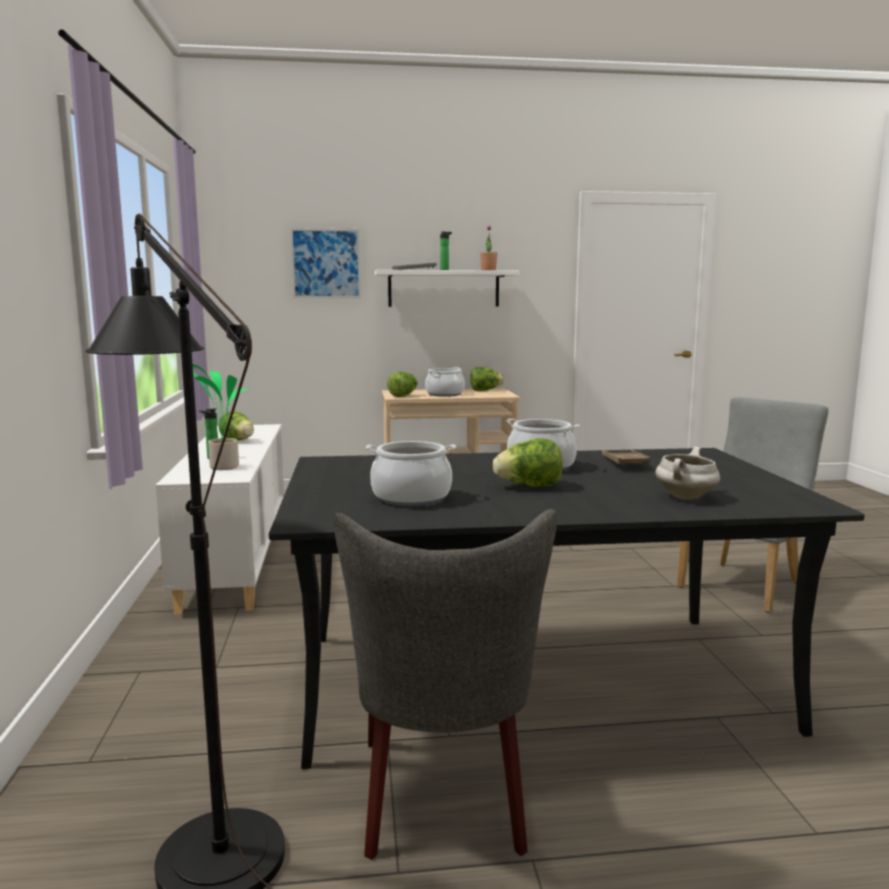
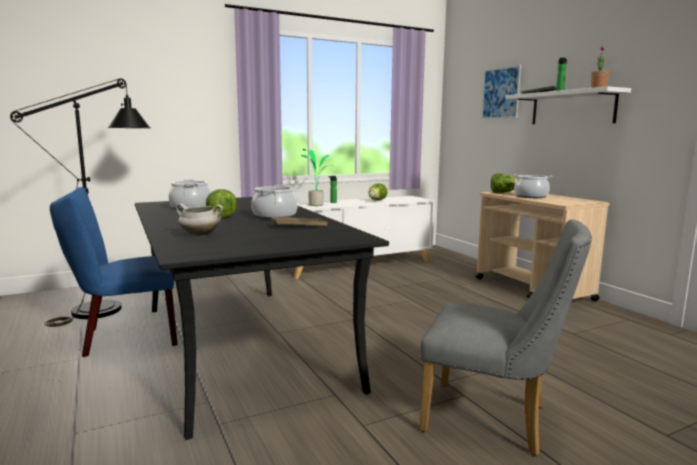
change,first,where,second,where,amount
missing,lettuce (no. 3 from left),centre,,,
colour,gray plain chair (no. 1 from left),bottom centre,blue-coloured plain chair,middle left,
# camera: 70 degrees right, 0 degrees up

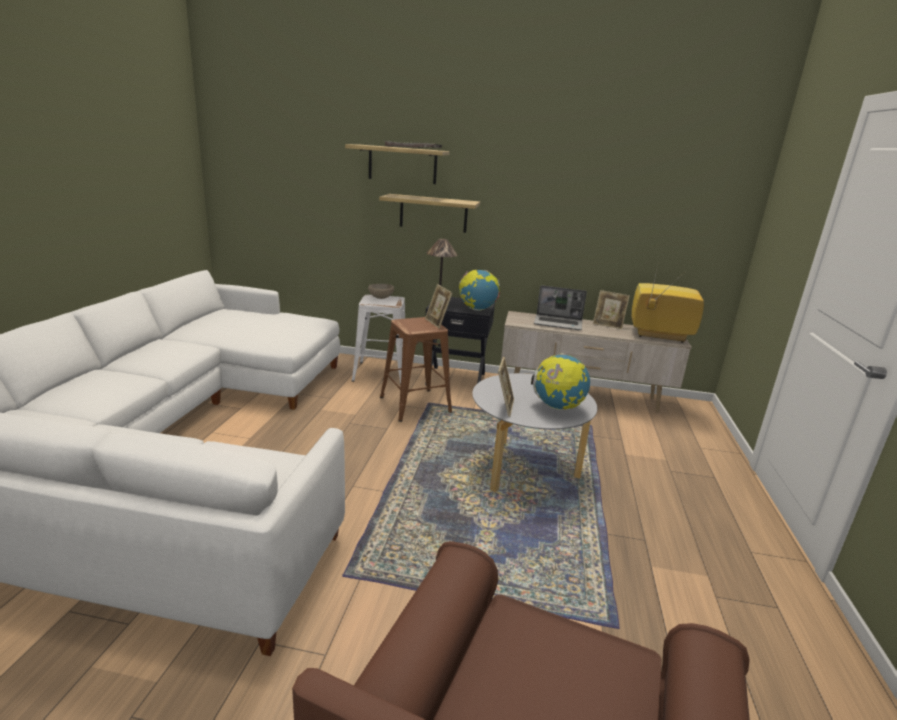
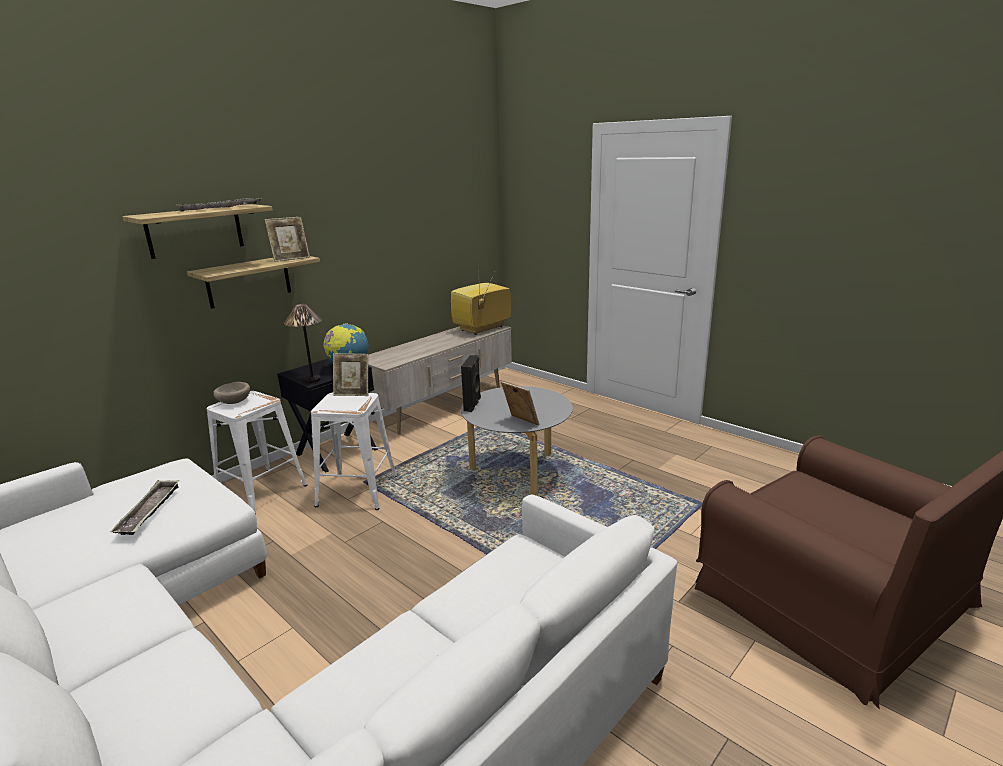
change,first,where,second,where,amount
missing,portable computer,centre,,,
relocated,picture frame (no. 3 from left in the first image),middle right,picture frame (no. 1 from left),top left,
colour,brown sitting stool,centre,whitish sitting stool (no. 2 from left),centre,
missing,globe (no. 2 from left),centre,,,
appeared,,,black loudspeaker,centre,
appeared,,,tray (no. 1 from left),middle left,
# camera: 55 degrees left, 0 degrees up

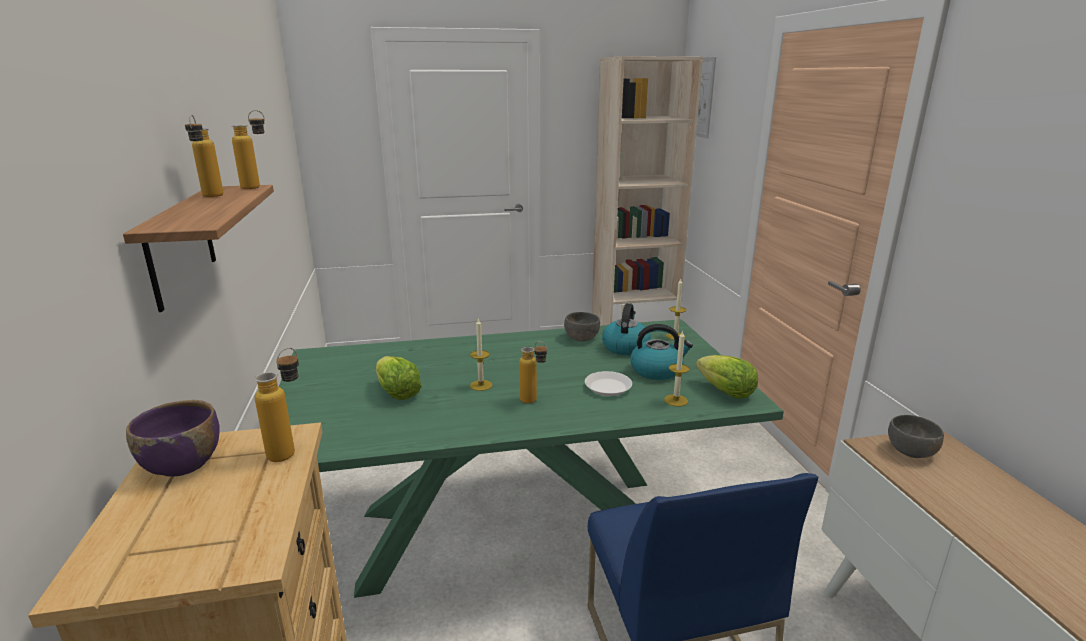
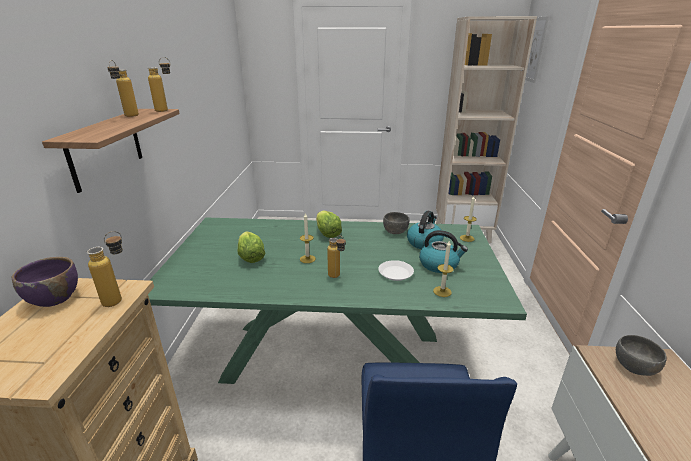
change,first,where,second,where,amount
relocated,lettuce (no. 2 from left),middle right,,centre,
# camera: 15 degrees right, 5 degrees up

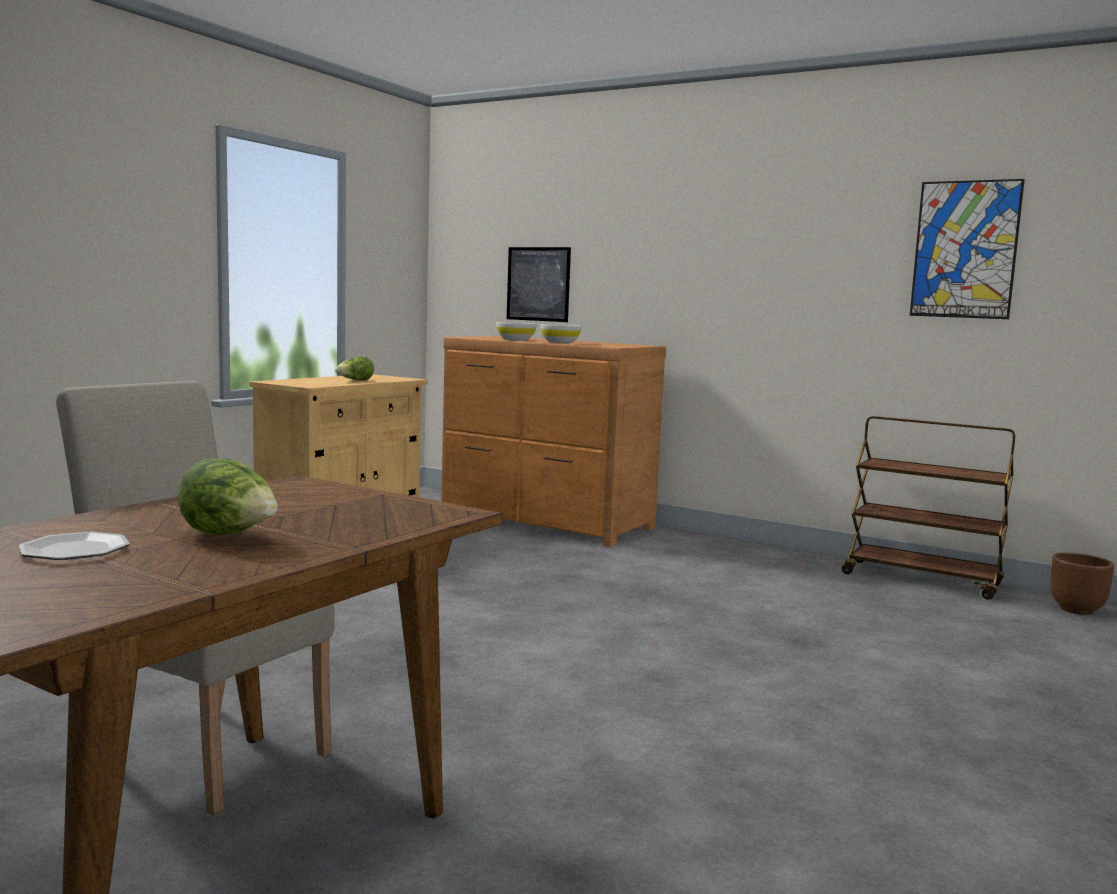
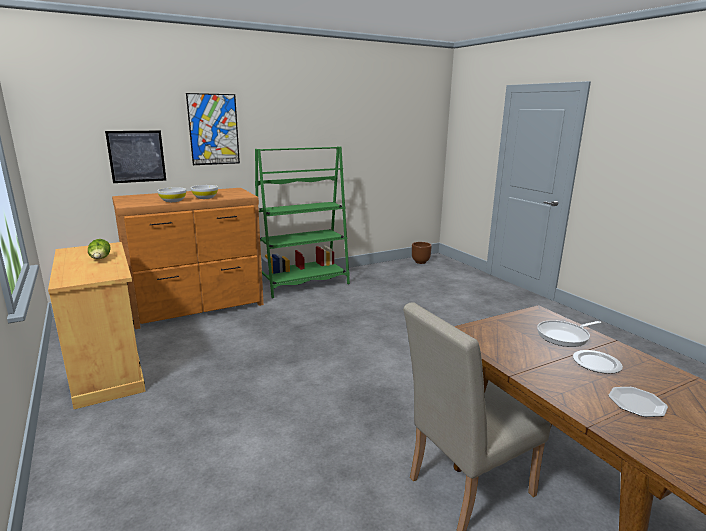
change,first,where,second,where,amount
relocated,picture (no. 2 from left),top right,,top left,
missing,brown cart,middle right,,,
exchanged,lettuce (no. 1 from left),middle left,flat dish (no. 1 from left),bottom right,
appeared,,,green bookshelf,centre,
appeared,,,pan,middle right,
# camera: 60 degrees left, 10 degrees up

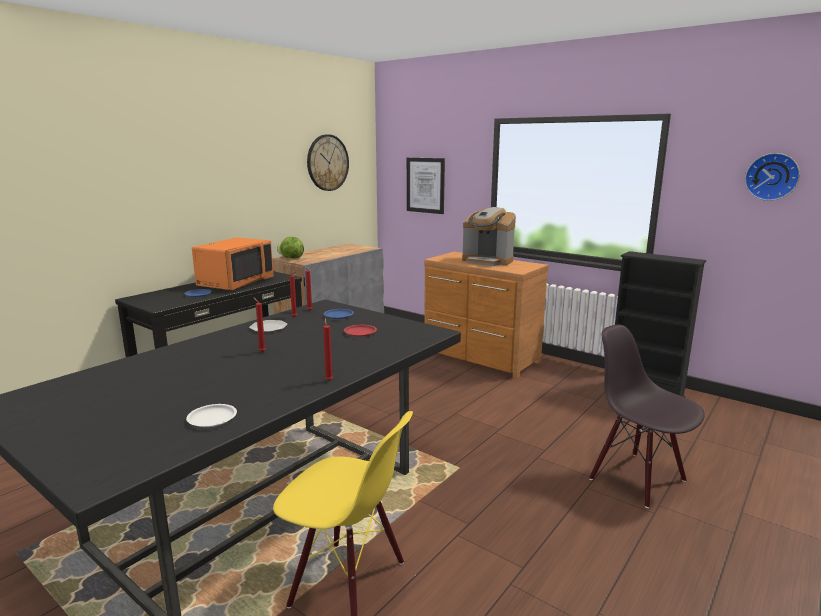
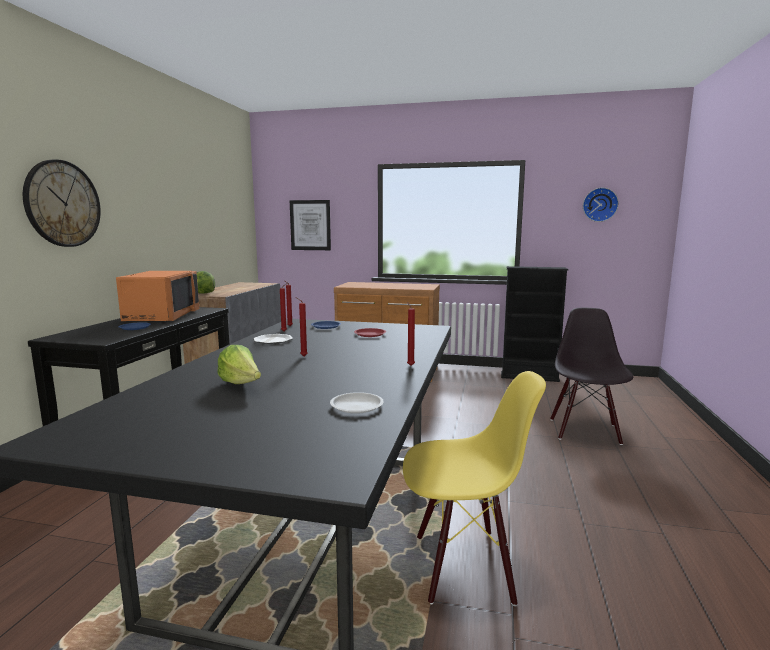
change,first,where,second,where,amount
relocated,hanging clock (no. 1 from left),top centre,,top left,
missing,coffee brewer,centre,,,
spun,black plain chair,bottom right,,middle right,75 degrees clockwise
appeared,,,lettuce (no. 2 from left),middle left,
# camera: 25 degrees left, 5 degrees down

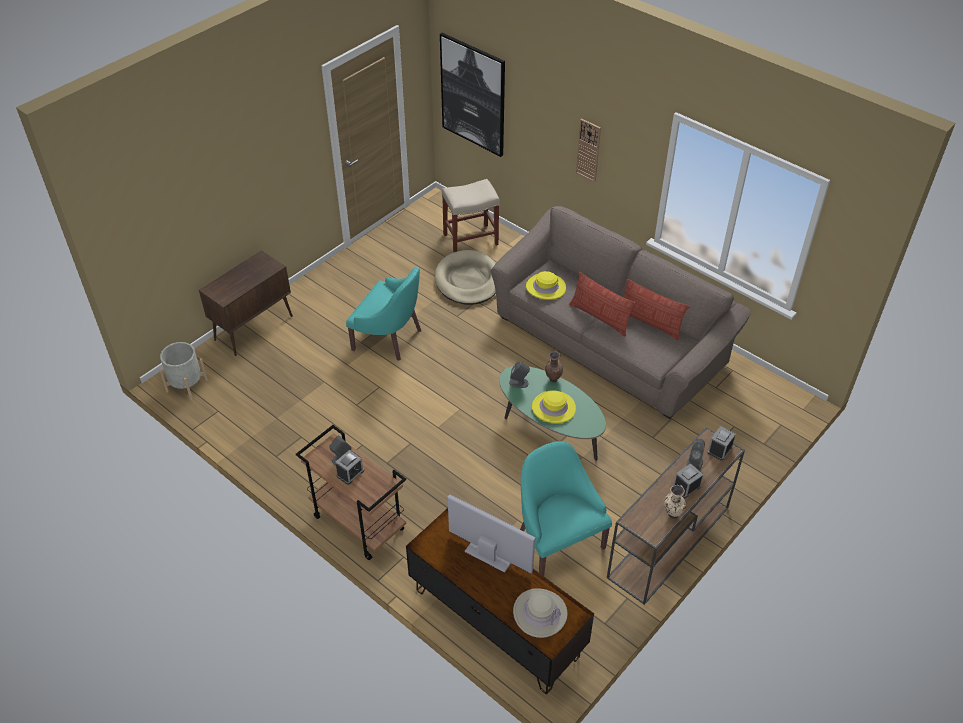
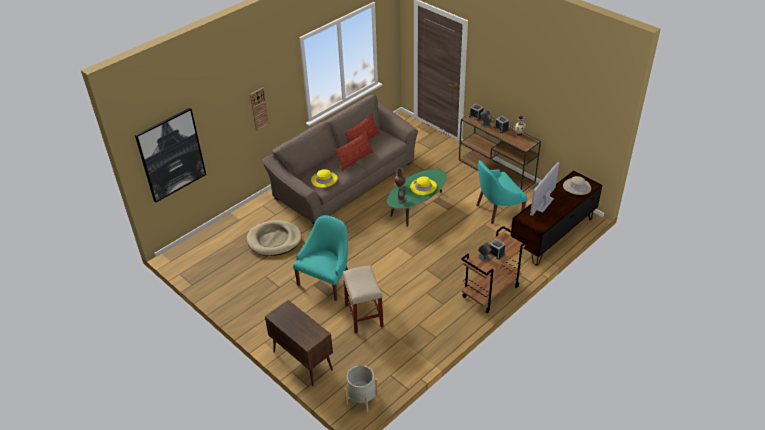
change,first,where,second,where,amount
relocated,sand-coloured sitting stool,top centre,,bottom centre,
# camera: 85 degrees left, 5 degrees down

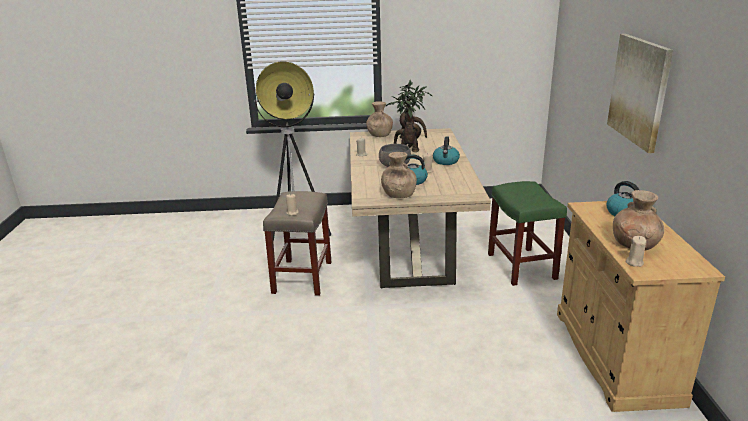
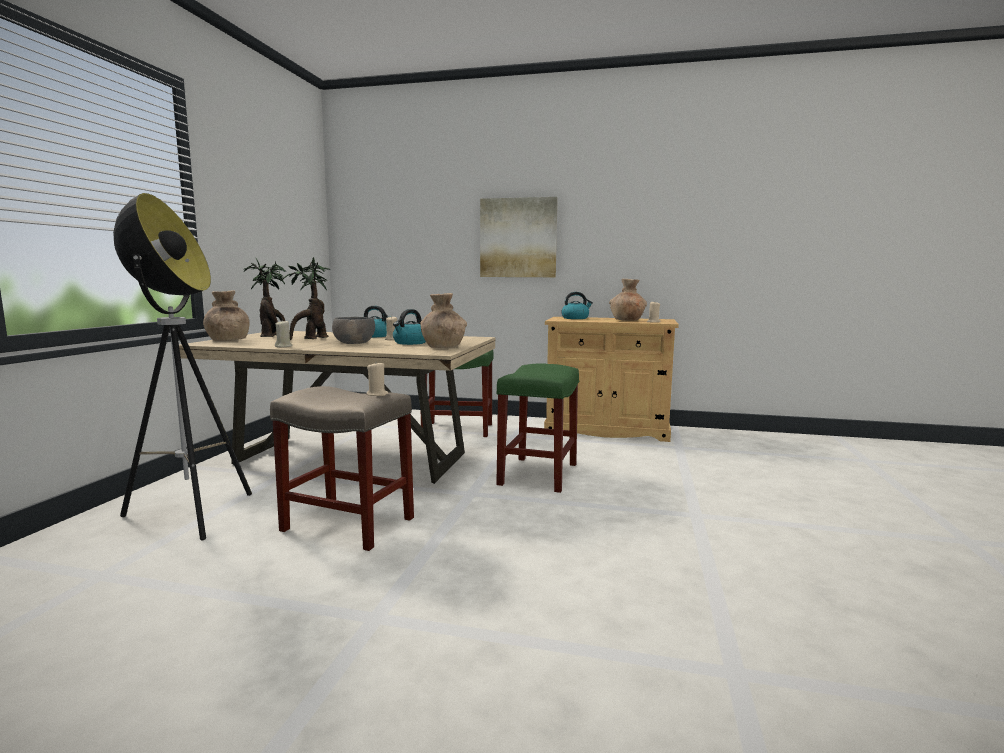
change,first,where,second,where,amount
appeared,,,green sitting stool (no. 2 from left),centre,
# camera: 75 degrees left, 15 degrees down

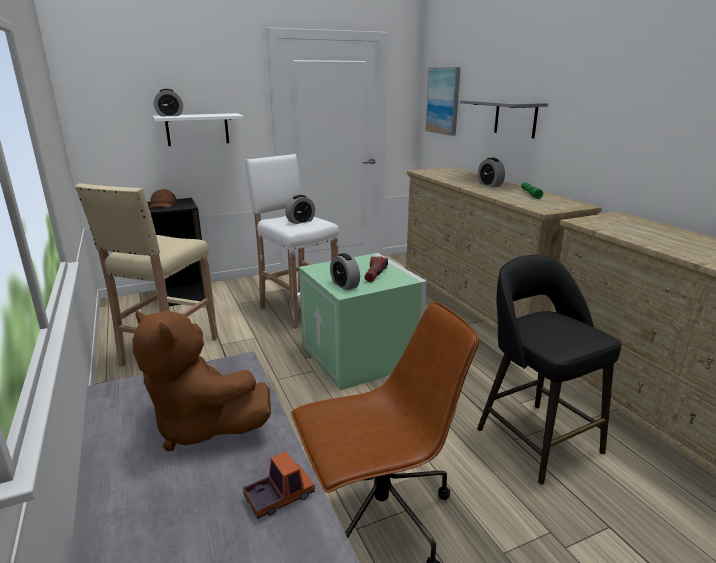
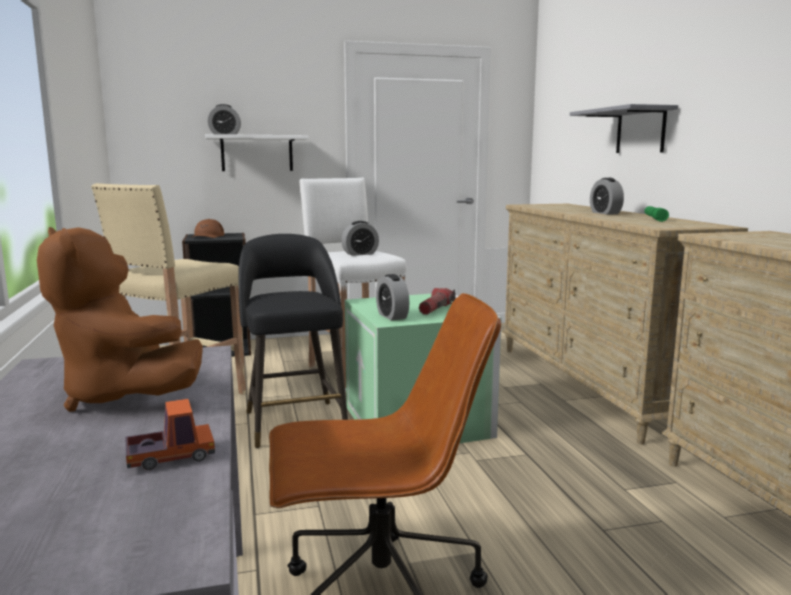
change,first,where,second,where,amount
missing,picture,top centre,,,
relocated,black sitting stool,middle right,,centre,
# camera: 10 degrees right, 10 degrees down

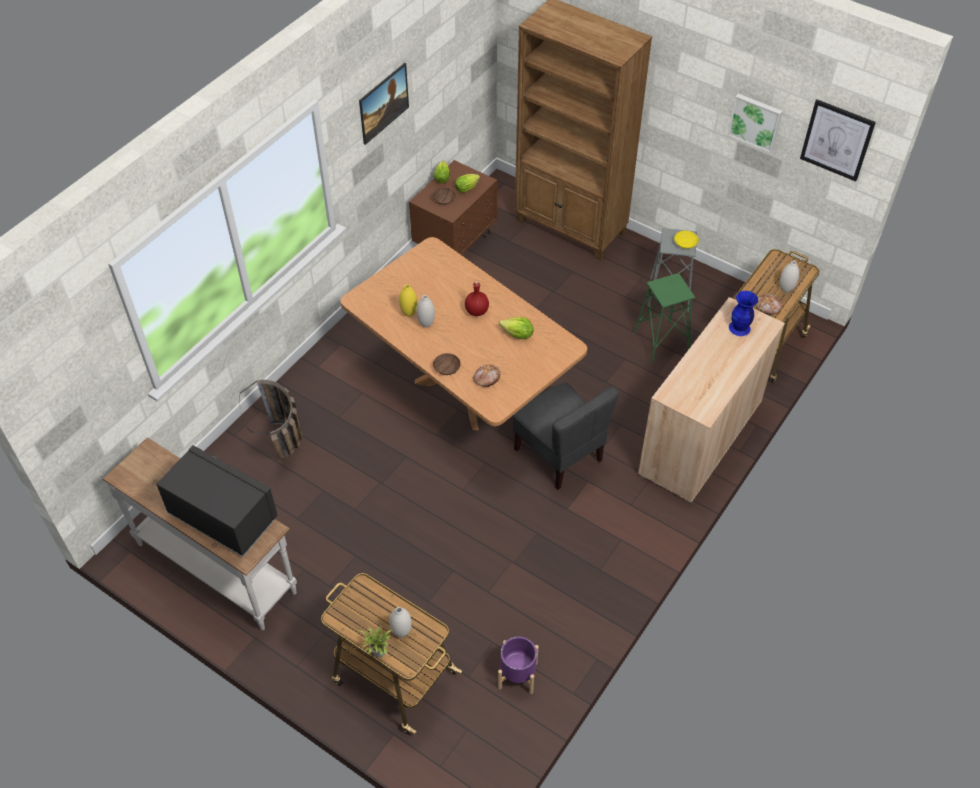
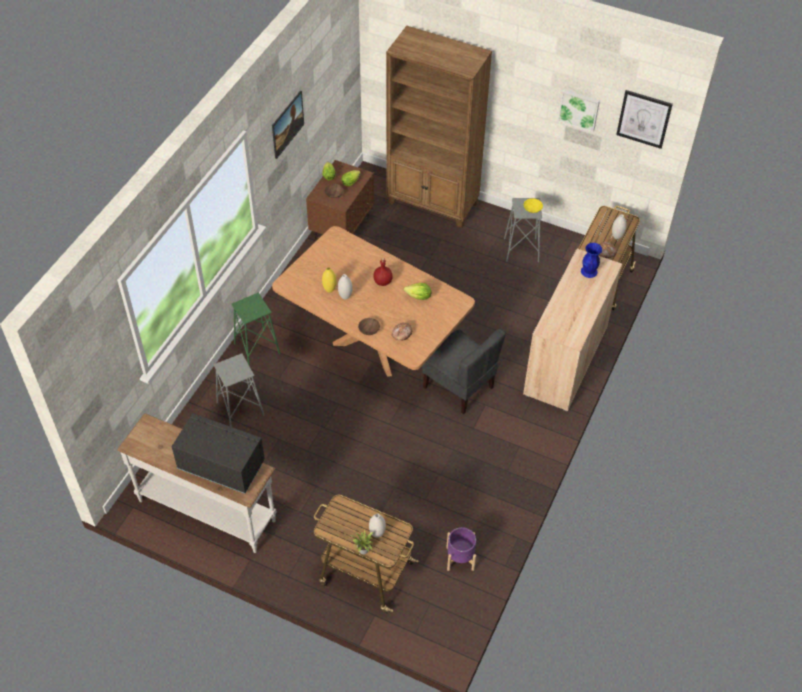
change,first,where,second,where,amount
relocated,green sitting stool,middle right,,middle left,
exchanged,household basket,middle left,gray sitting stool (no. 1 from left),middle left,
# camera: 10 degrees left, 0 degrees up

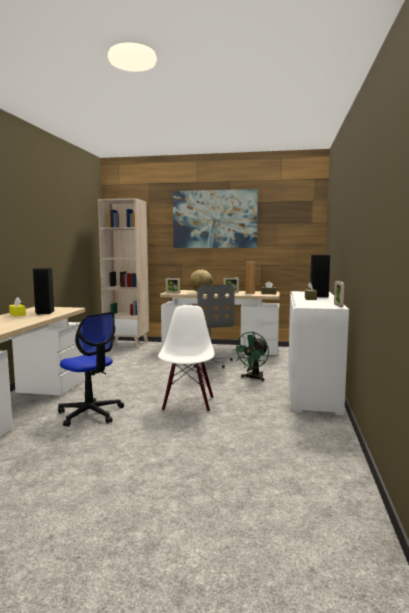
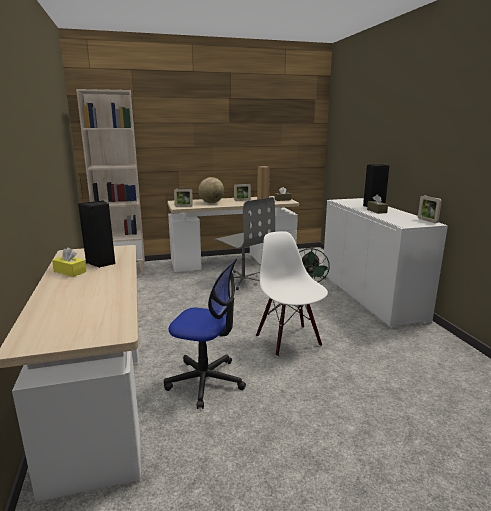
change,first,where,second,where,amount
missing,picture,centre,,,
# camera: 25 degrees left, 10 degrees up

